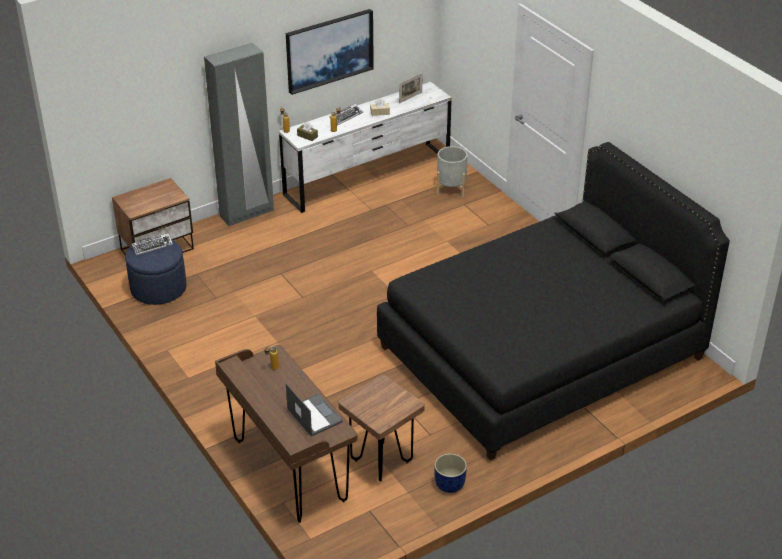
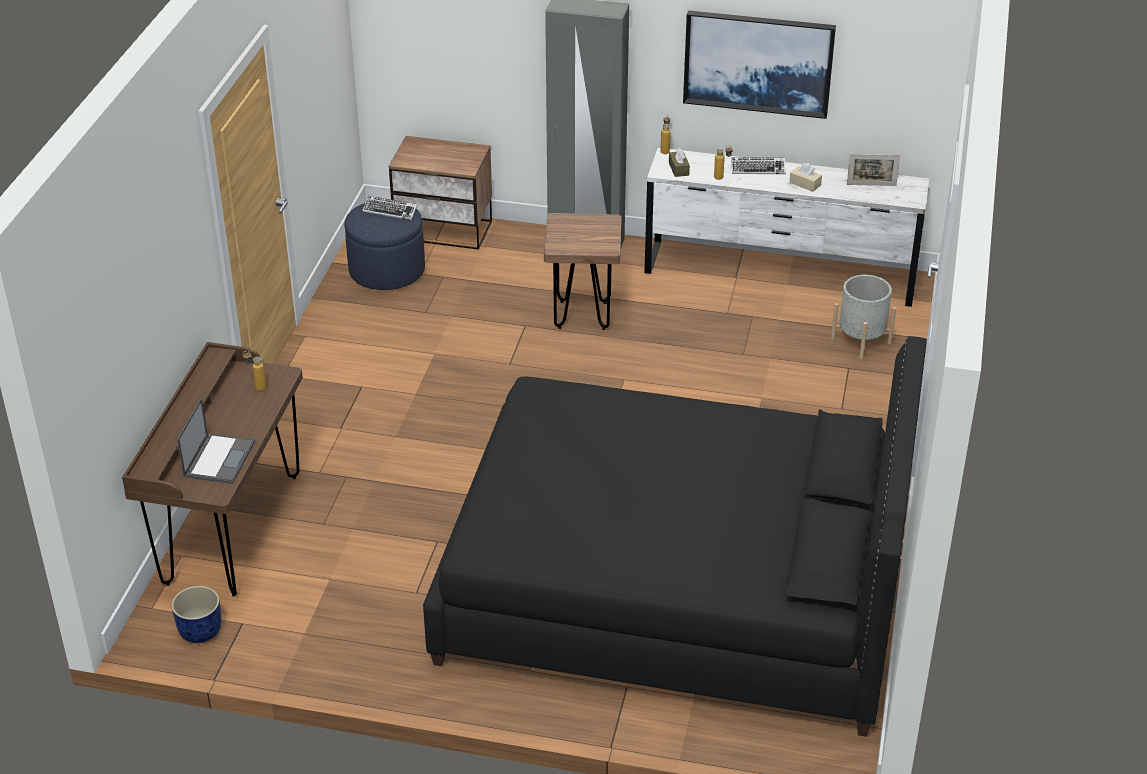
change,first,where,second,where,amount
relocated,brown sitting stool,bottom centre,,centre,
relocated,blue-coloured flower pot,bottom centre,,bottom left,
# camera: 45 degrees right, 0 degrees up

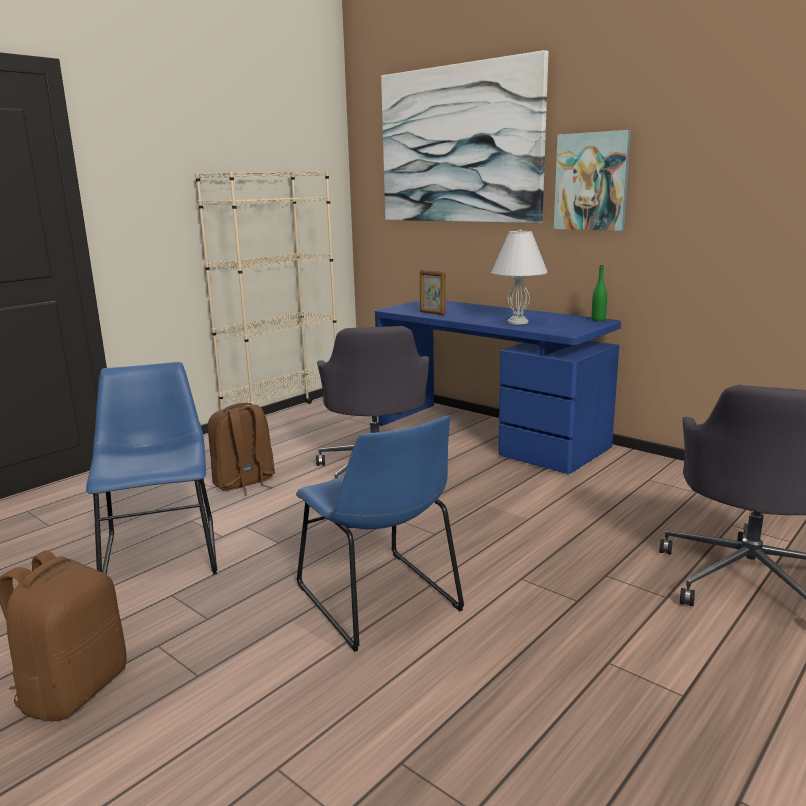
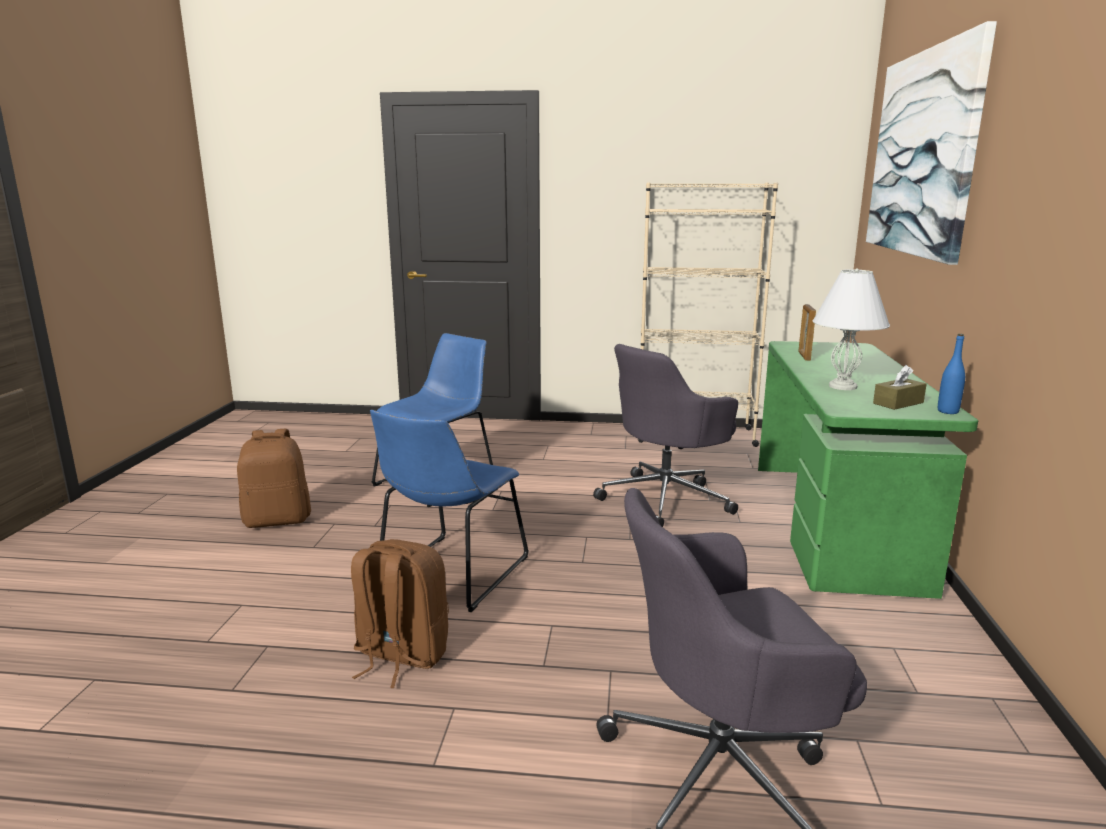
change,first,where,second,where,amount
missing,picture (no. 2 from left),top right,,,
colour,green drink bottle,middle right,blue-coloured drink bottle,middle right,
colour,blue-coloured desk table,centre,green desk table,middle right,
relocated,brown backpack (no. 2 from left),middle left,,bottom centre,
appeared,,,brown box of tissues,middle right,
# camera: 55 degrees right, 0 degrees up

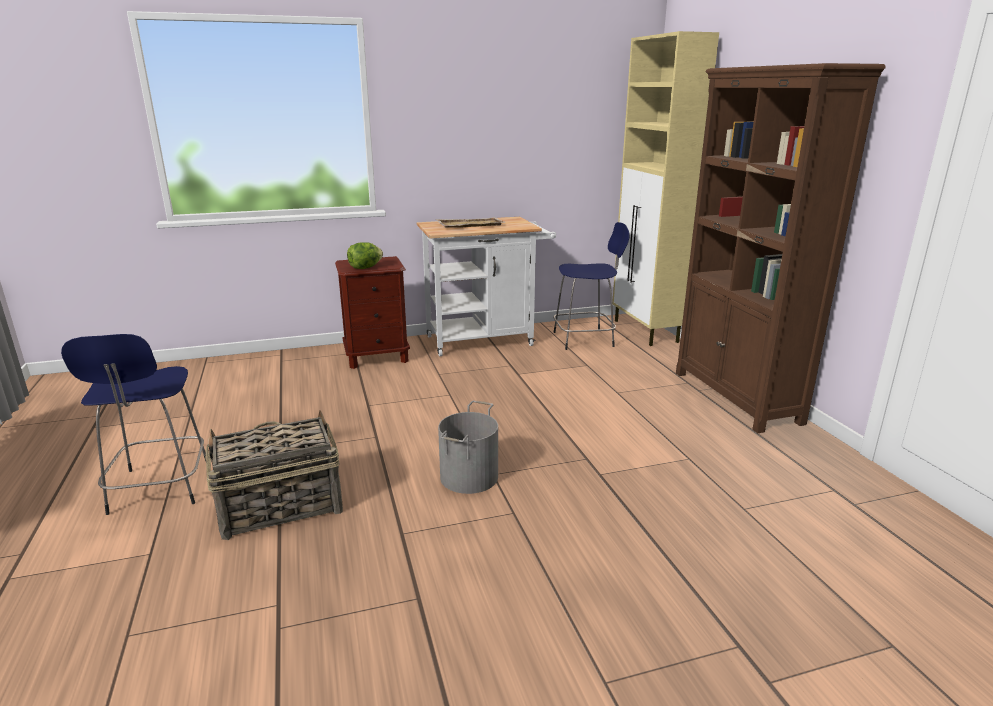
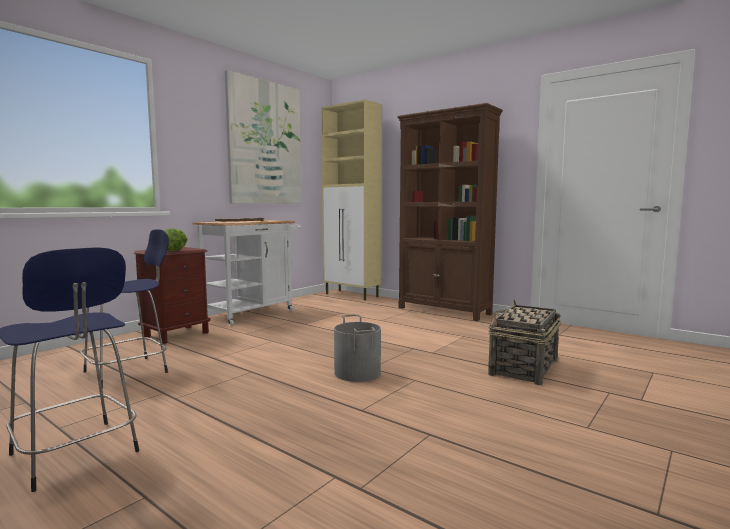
change,first,where,second,where,amount
relocated,blue-coloured sitting stool (no. 2 from left),centre,,middle left,
relocated,household basket,bottom left,,middle right,
appeared,,,picture,top centre,
# camera: 35 degrees left, 15 degrees down

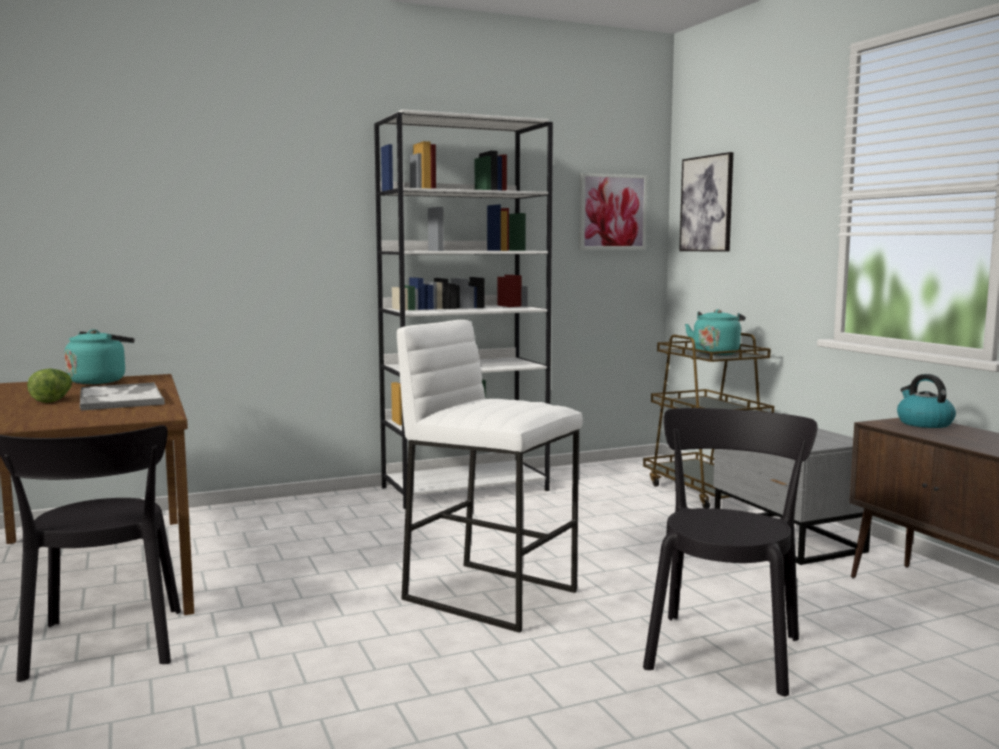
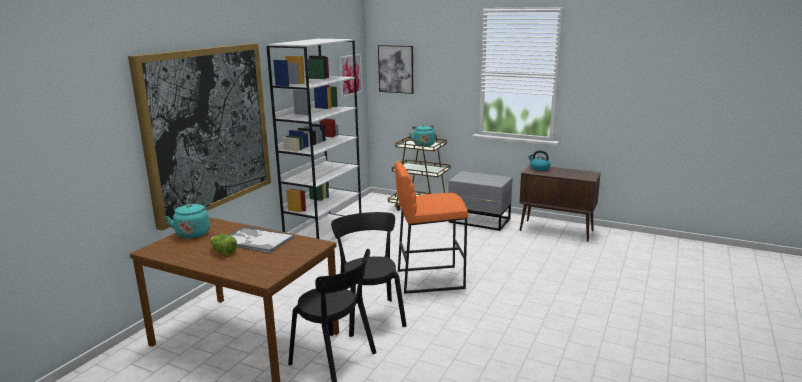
change,first,where,second,where,amount
colour,whitish sitting stool,centre,orangey sitting stool,centre,
relocated,black plain chair (no. 2 from left),bottom right,,bottom centre,
appeared,,,picture (no. 1 from left),middle left,
# camera: 40 degrees left, 10 degrees up

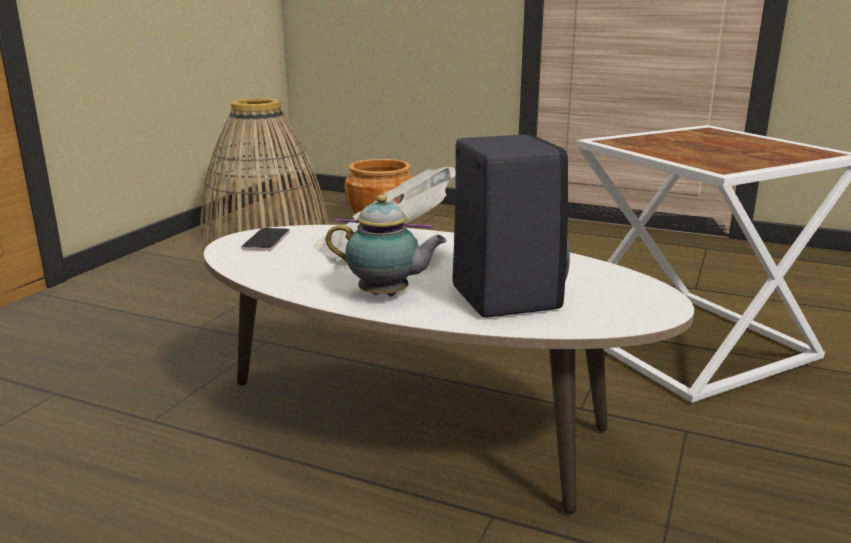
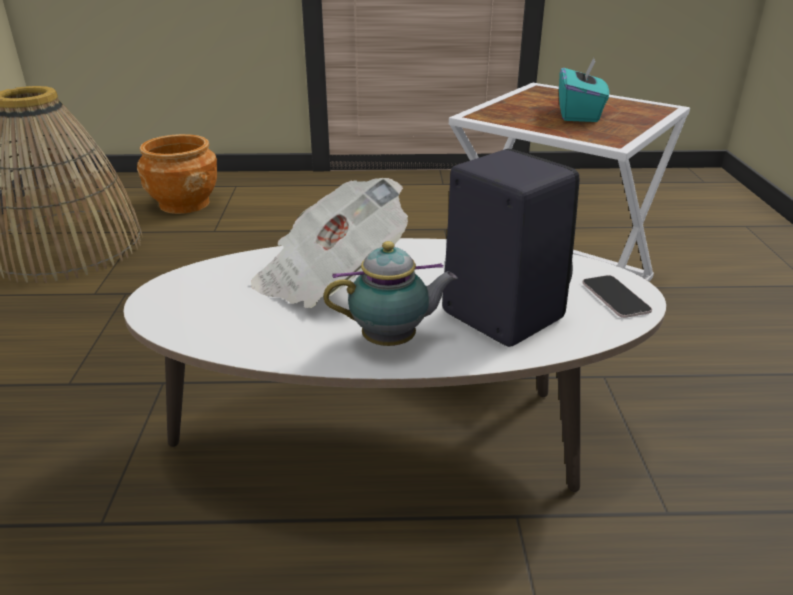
change,first,where,second,where,amount
relocated,telephone,middle left,,middle right,
appeared,,,blue-green box of tissues,top right,
# camera: 25 degrees left, 10 degrees up

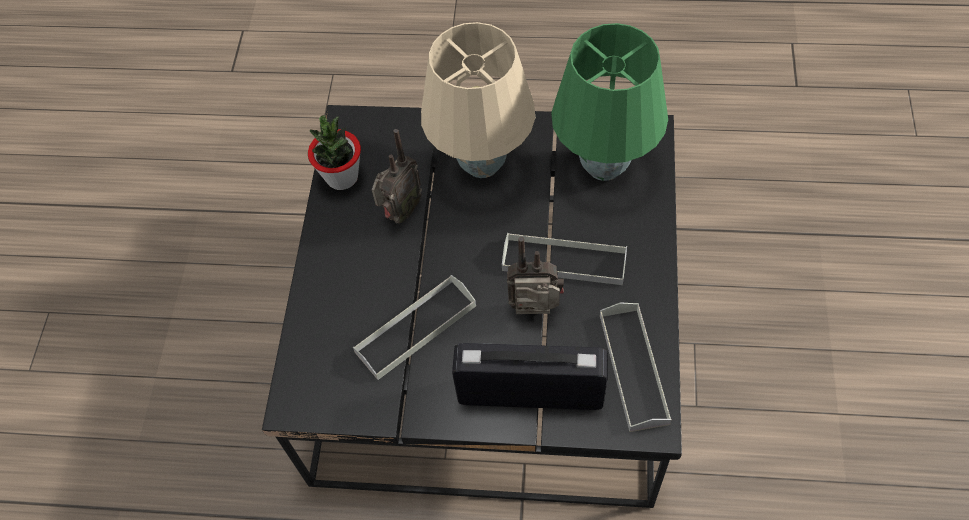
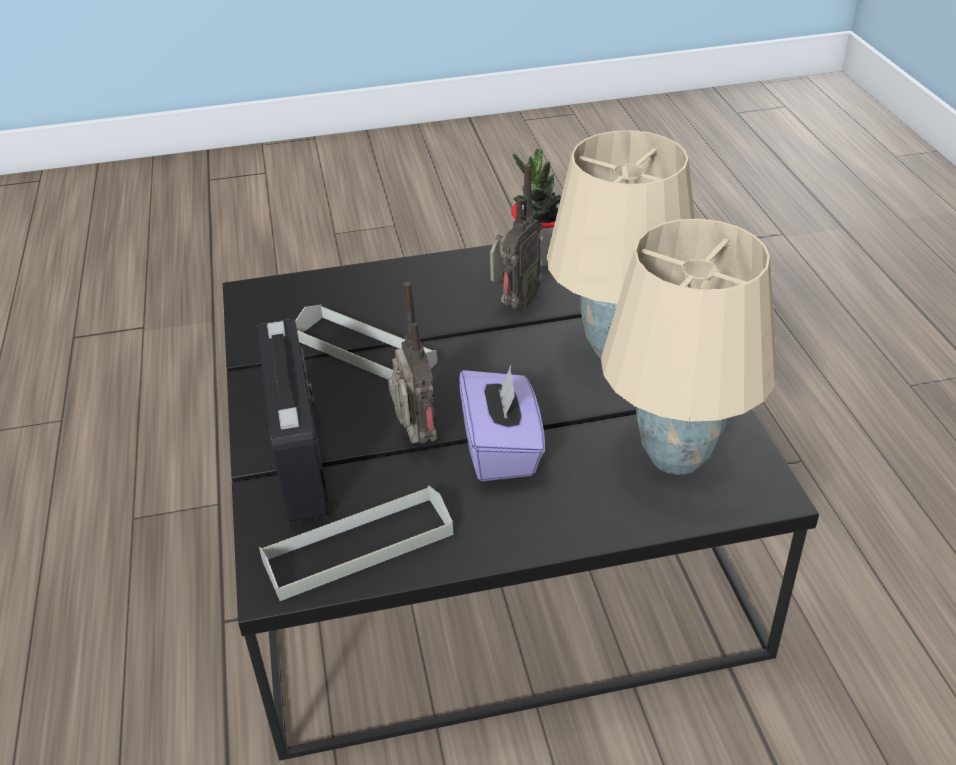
change,first,where,second,where,amount
colour,green table lamp,top centre,sand-coloured table lamp (no. 2 from left),middle right,
spun,radio set (no. 1 from left in the first image),centre,radio set (no. 3 from left),top centre,75 degrees counterclockwise
exchanged,gray tray (no. 2 from left),centre,purple-coloured box of tissues,centre,
# camera: 70 degrees right, 20 degrees down

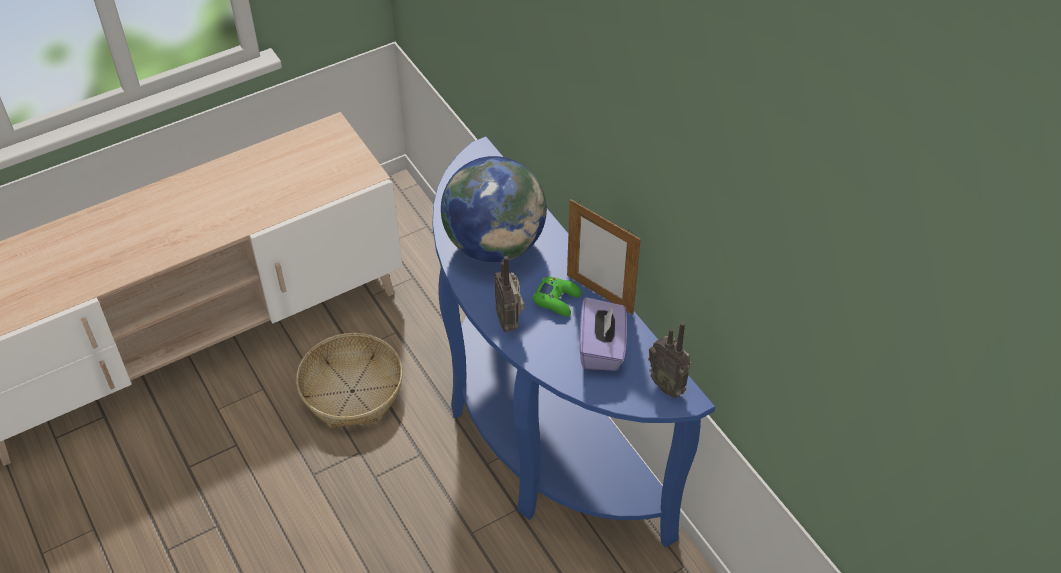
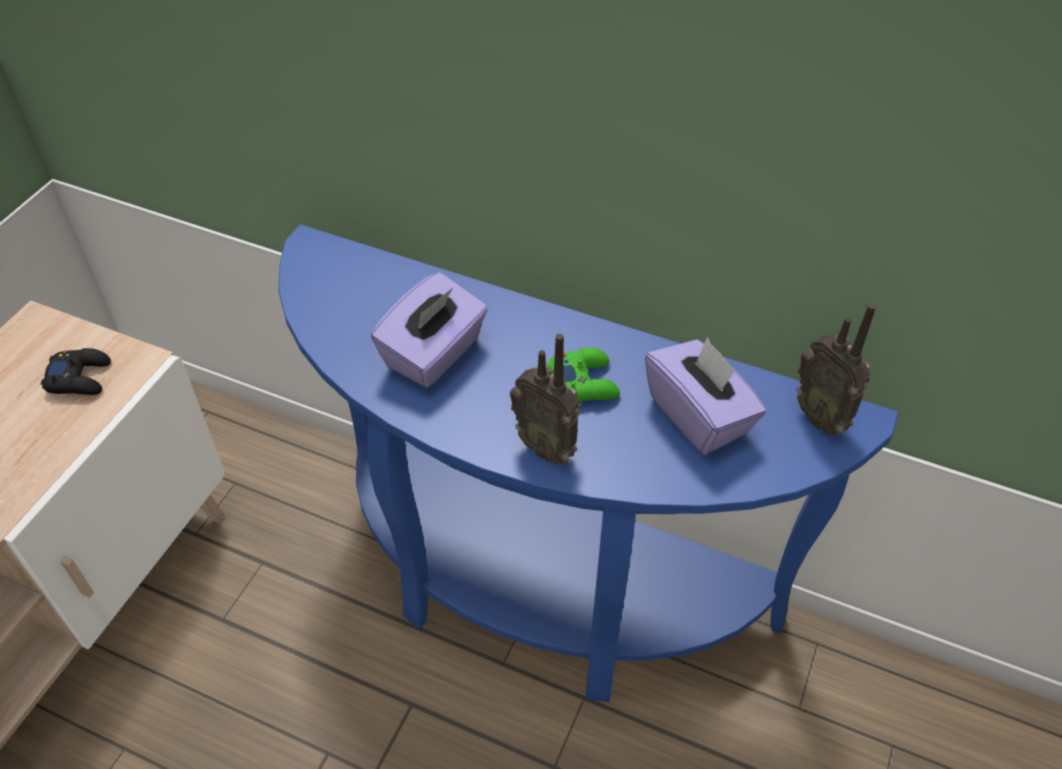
change,first,where,second,where,amount
exchanged,globe,centre,purple-coloured box of tissues (no. 1 from left),centre,
missing,picture frame,centre,,,
spun,radio set (no. 2 from left),centre,,middle right,45 degrees clockwise
missing,household basket,middle left,,,
appeared,,,black joypad,middle left,
# camera: 35 degrees left, 0 degrees up

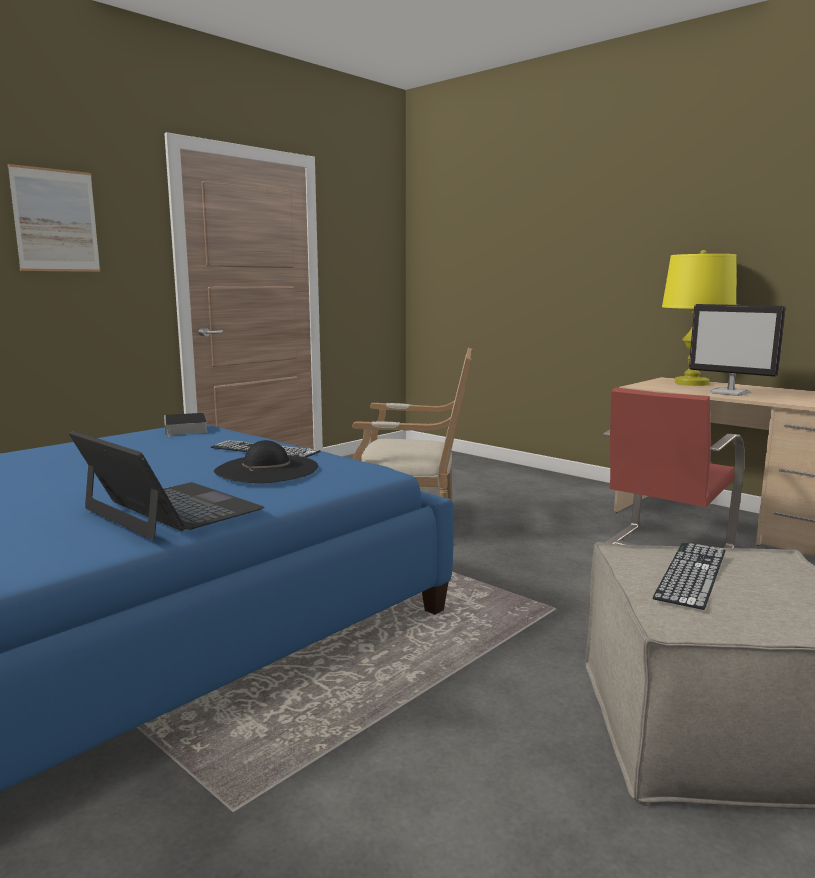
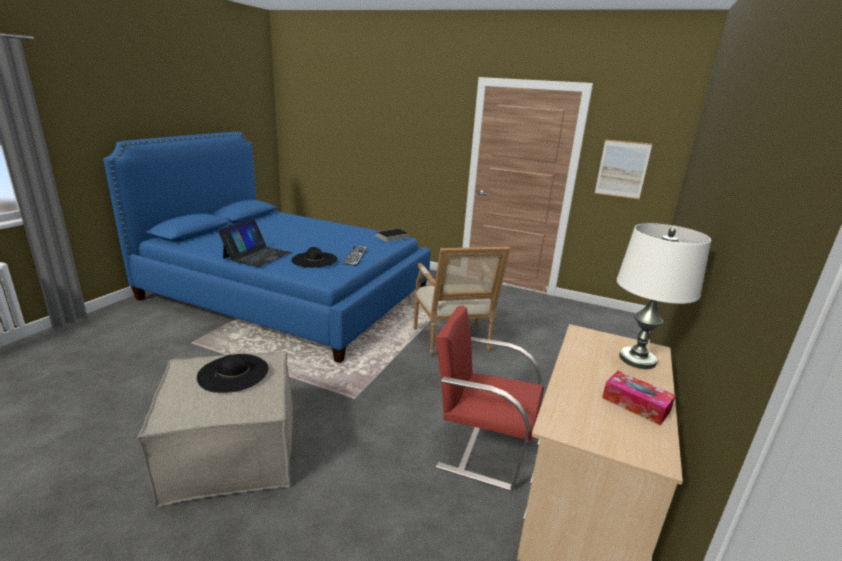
change,first,where,second,where,amount
relocated,picture,top left,,top right,
colour,yellow-coloured table lamp,middle right,whitish table lamp,middle right,
missing,monitor,middle right,,,
exchanged,PC keyboard (no. 2 from left),middle right,black clothing hat (no. 1 from left),middle left,
appeared,,,box of tissues,bottom right,
# camera: 70 degrees right, 10 degrees up

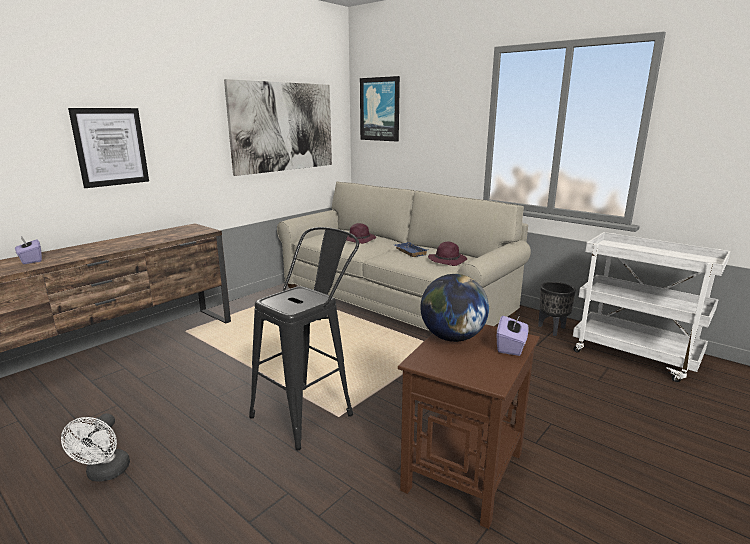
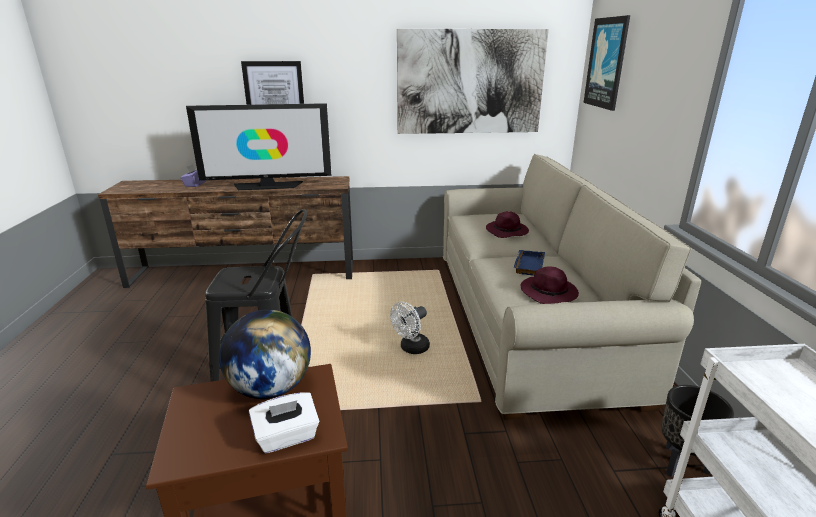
change,first,where,second,where,amount
colour,purple-coloured box of tissues (no. 2 from left),middle right,whitish box of tissues,bottom centre,
relocated,whitish cooling fan,bottom left,,centre,
appeared,,,TV set,top left,
# camera: 45 degrees right, 5 degrees up

